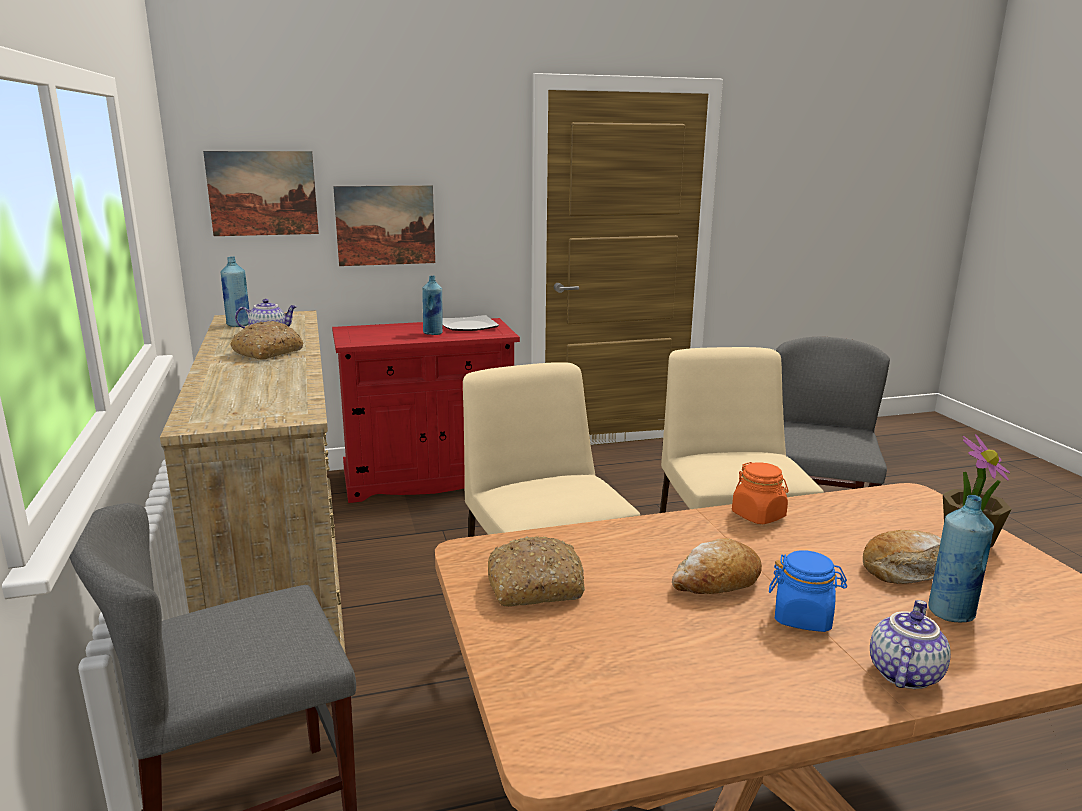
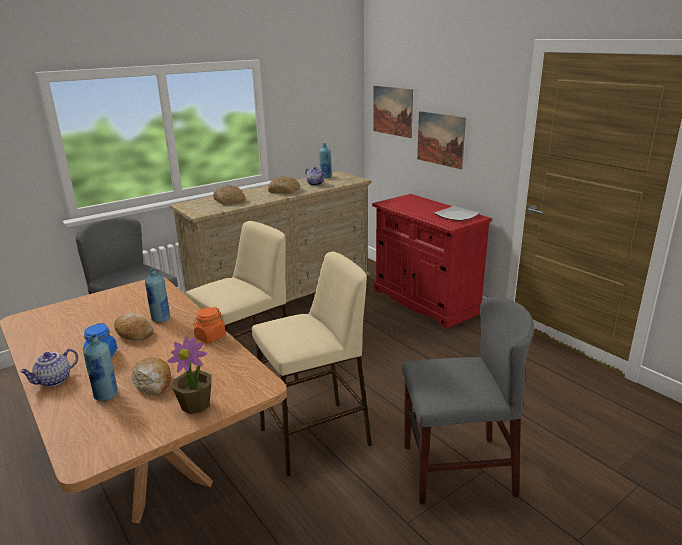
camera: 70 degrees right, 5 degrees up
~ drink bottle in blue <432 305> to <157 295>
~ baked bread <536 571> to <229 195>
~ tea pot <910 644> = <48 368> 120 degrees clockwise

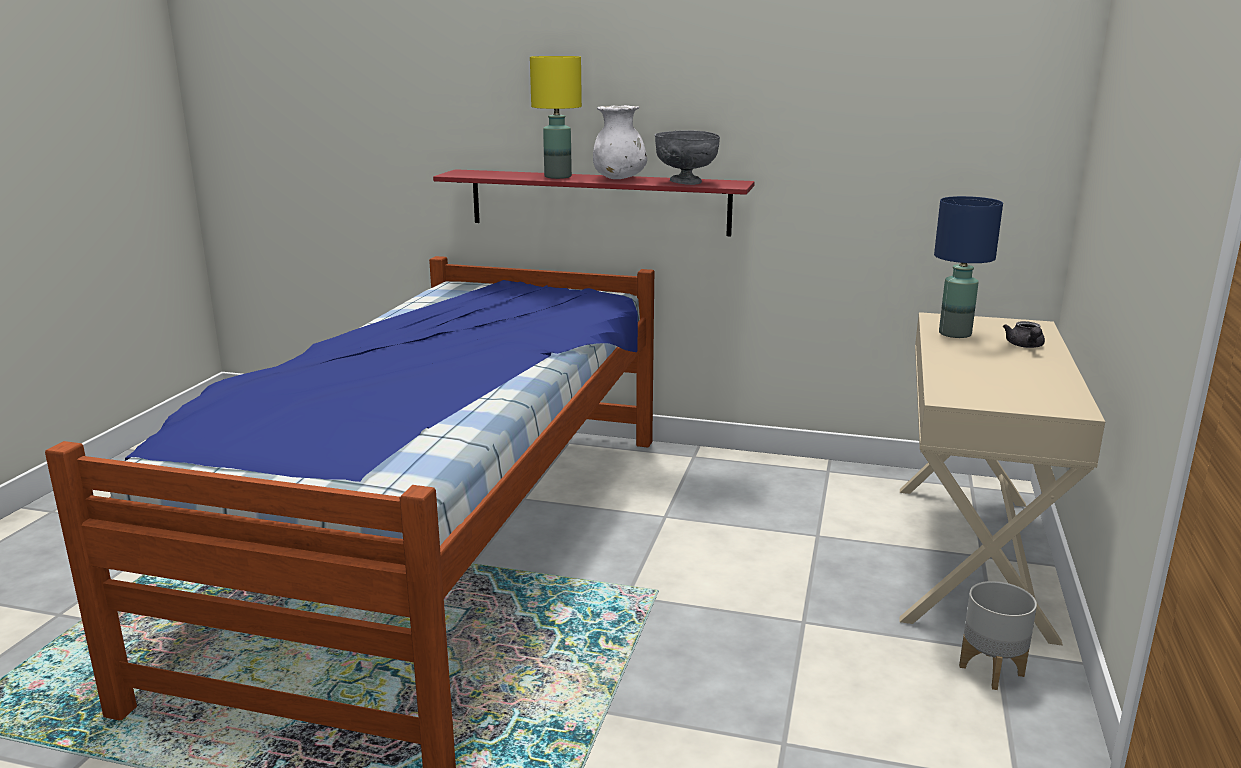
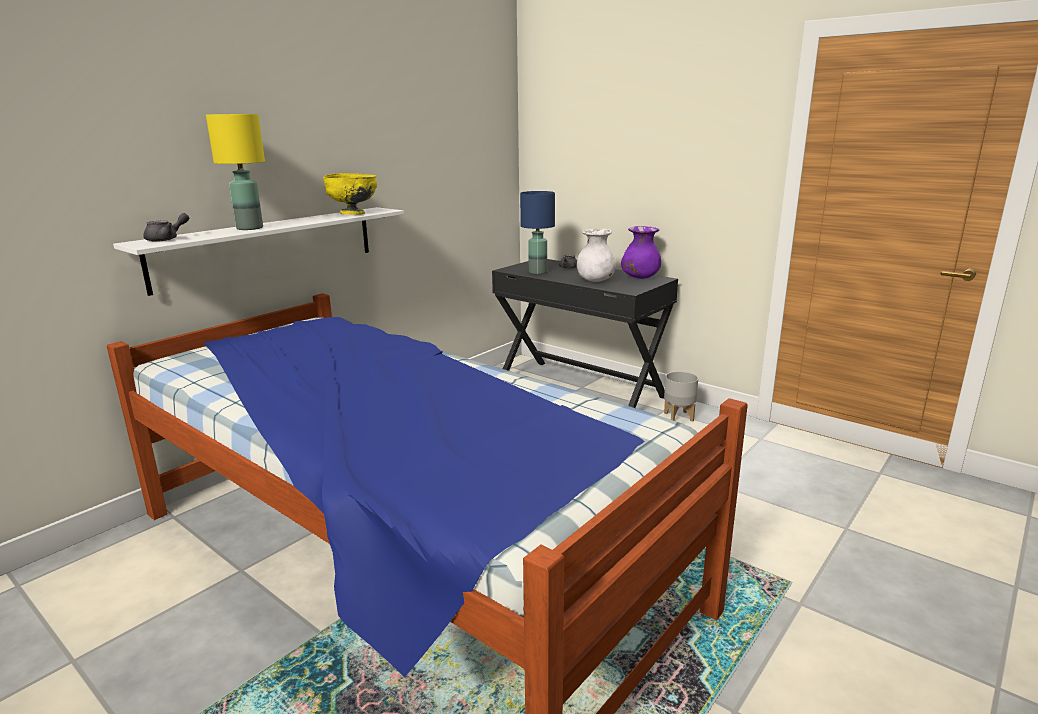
camera: 65 degrees left, 0 degrees up
+ tea pot in grey <166 227>
+ flower vase in purple-coloured <641 252>
~ flower vase in white <620 142> to <596 255>
~ shelf in red-coloured <594 203> to shelf in white <258 251>
~ bowl in grey <687 158> to bowl in yellow <350 194>
~ desk unit in beige <1002 479> to desk unit in black-coloured <585 333>

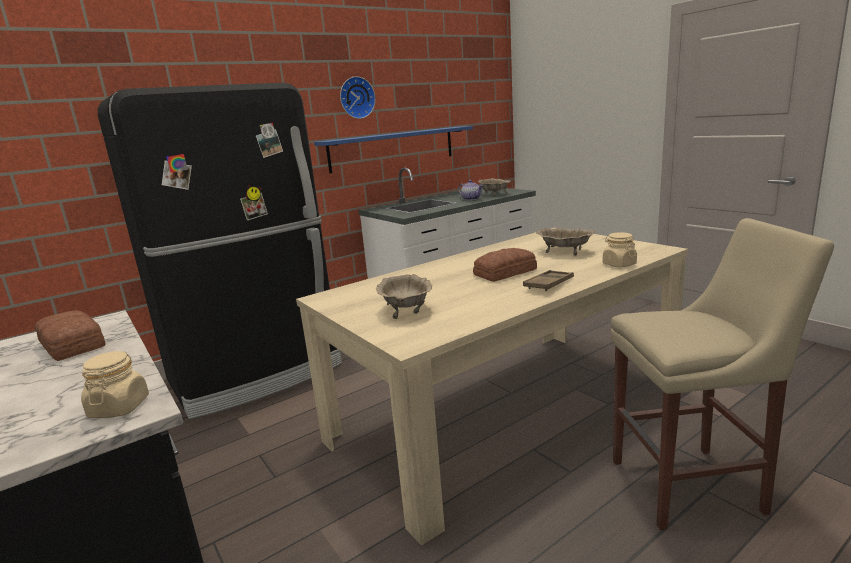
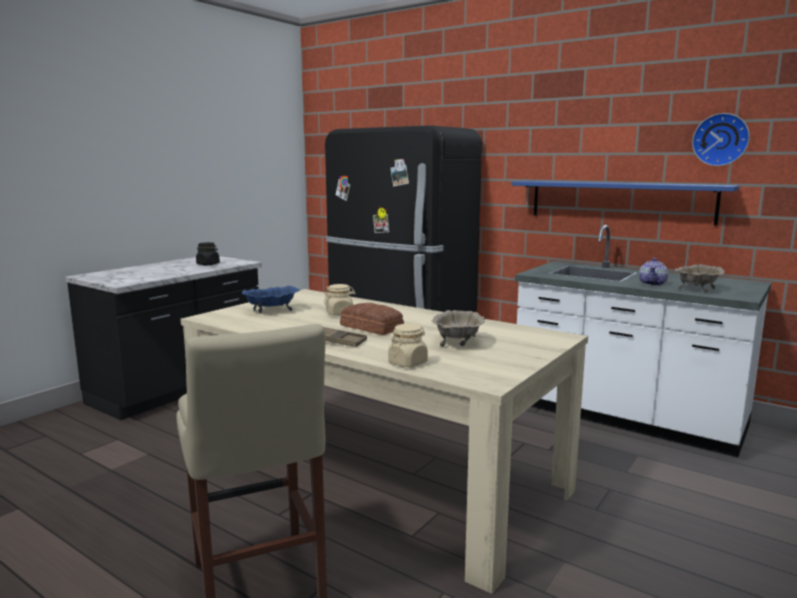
camera: 70 degrees right, 5 degrees down
~ preserve jar in beige <115 384> to <340 300>
~ wall clock <358 97> to <721 139>
~ baked bread <70 335> to preserve jar in black-coloured <208 253>
~ bowl in beige <404 296> to bowl in blue <270 299>

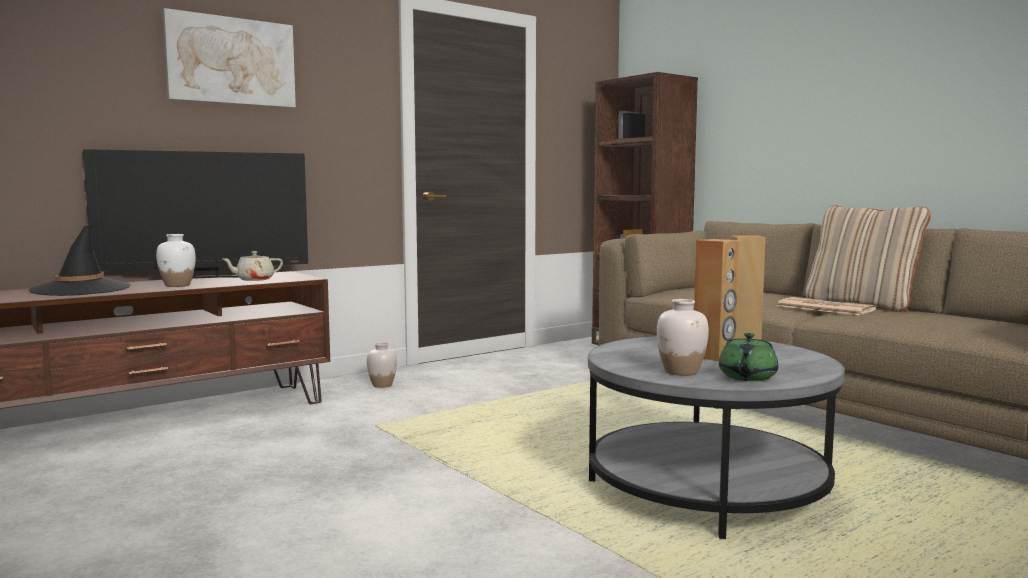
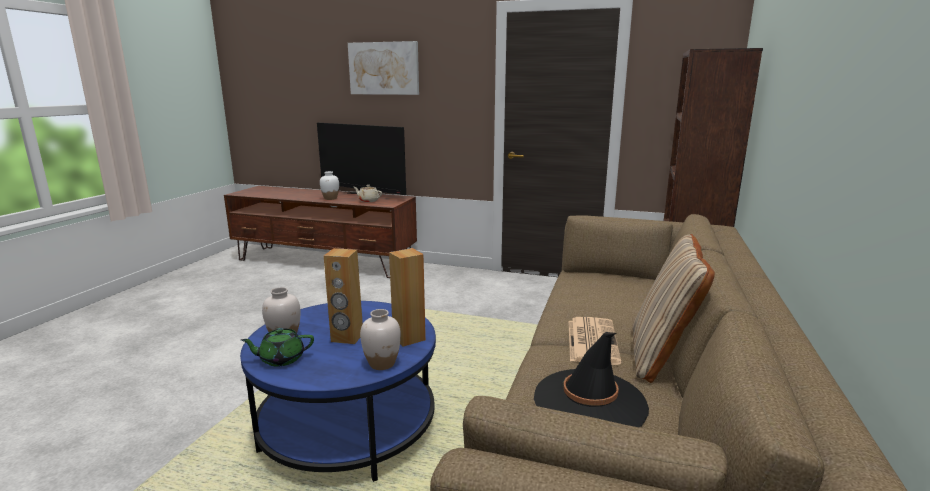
camera: 55 degrees right, 10 degrees up
~ hat in black-coloured <79 259> to <591 379>
~ flower vase in white <382 365> to <380 339>
~ lounge table in grey <716 437> to lounge table in blue <338 391>

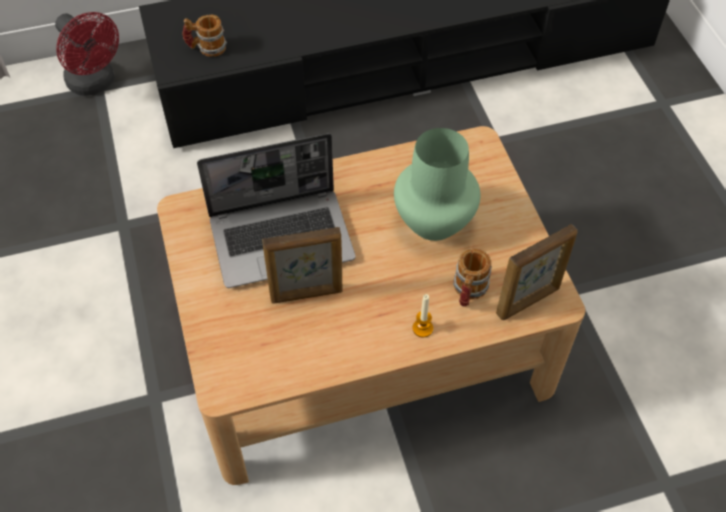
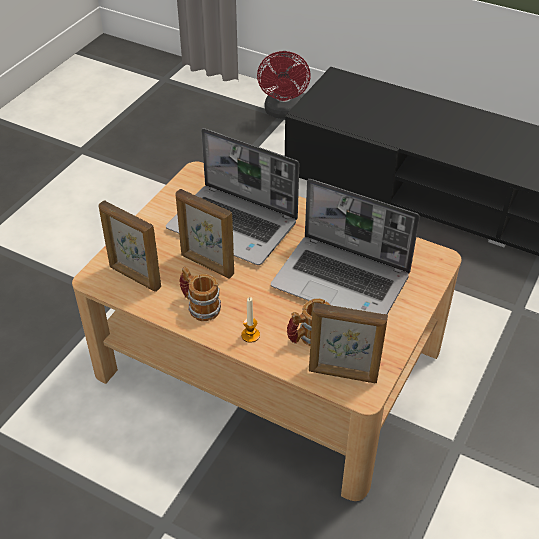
camera: 45 degrees right, 10 degrees down
+ standing frame <130 246>
~ mug <204 36> to <200 294>
~ flower vase in green-coloured <437 184> to portable computer <345 247>

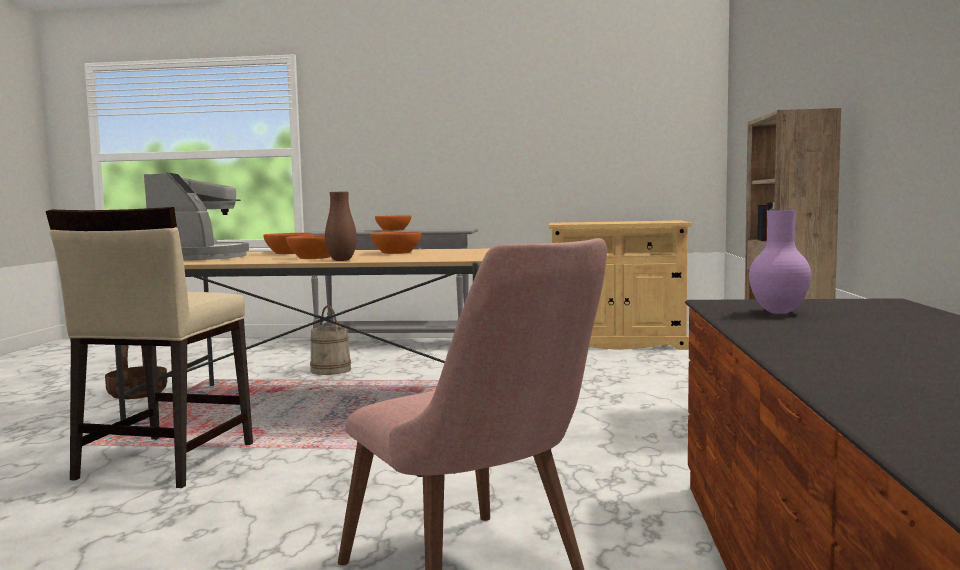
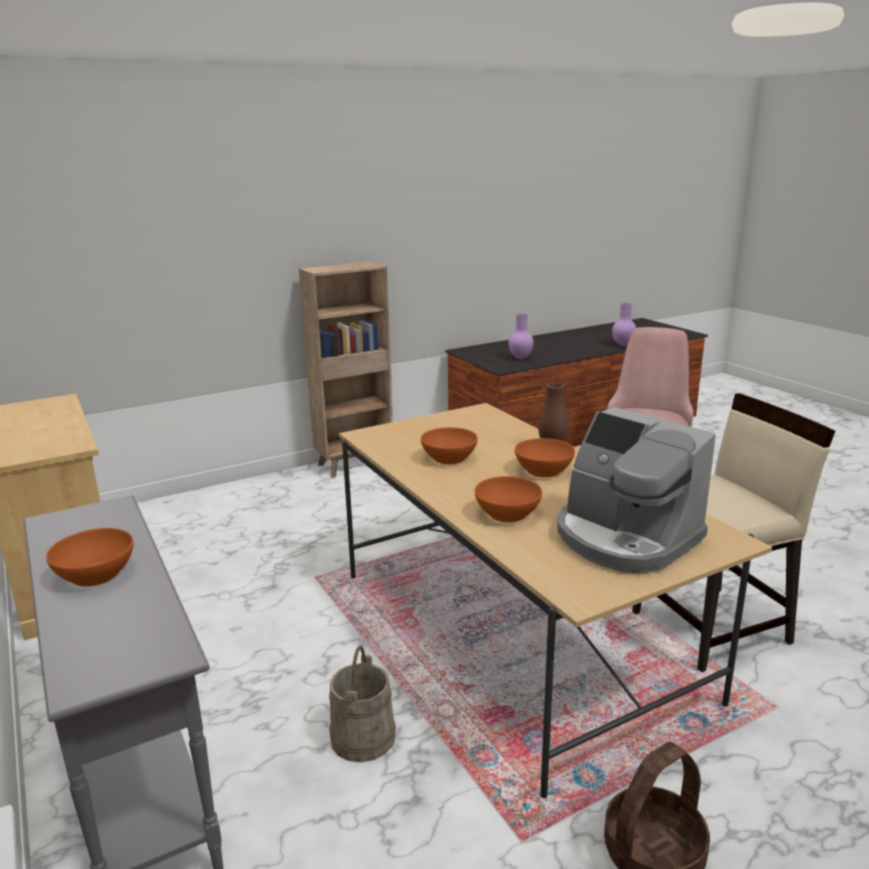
camera: 125 degrees left, 15 degrees up
+ flower vase in purple-coloured <624 324>
~ coffee machine <196 217> = <636 490> 90 degrees counterclockwise

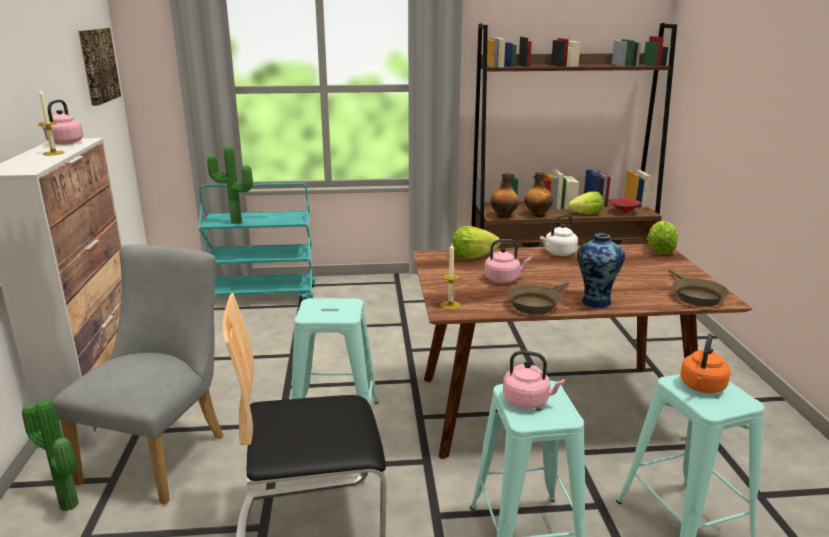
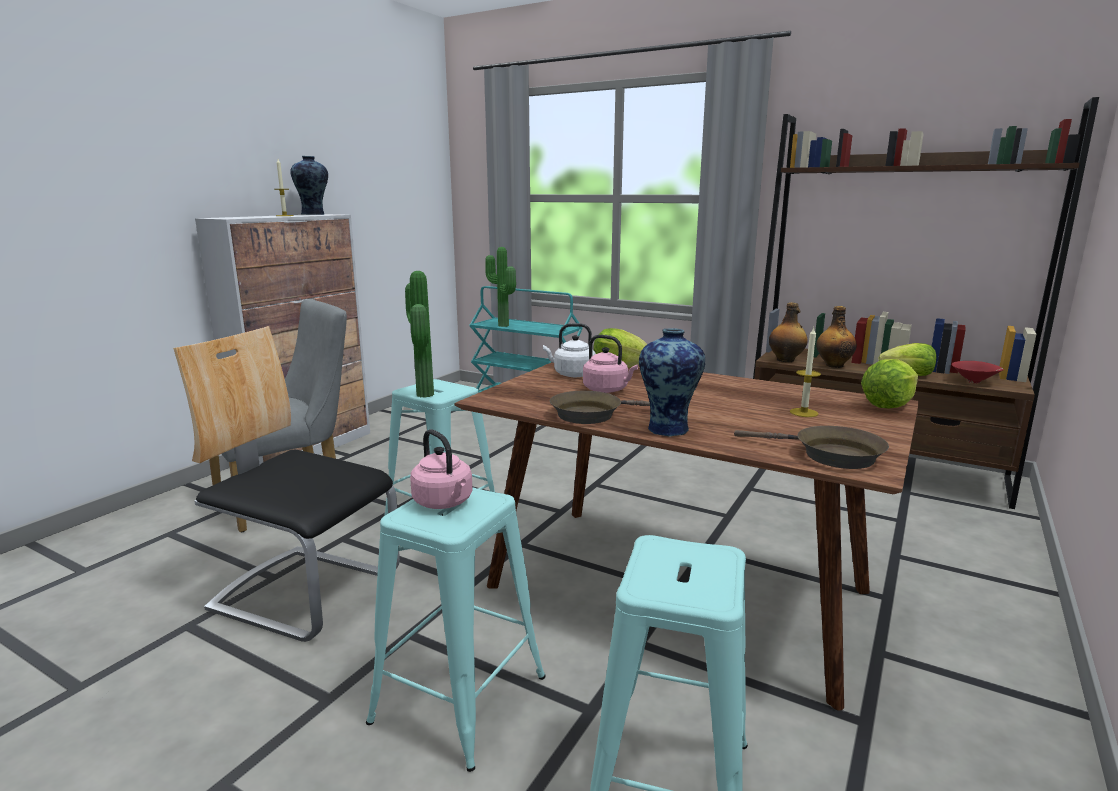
camera: 35 degrees right, 5 degrees down
- wall art <99 67>
- kettle in orange <705 363>
~ potted plant <50 455> to <419 334>
~ wax light <450 277> to <805 372>
~ kettle in white <559 235> to <569 350>
~ kettle in pinkish <61 122> to flower vase <309 185>
~ skillet in brown <698 288> = <811 447> 90 degrees counterclockwise

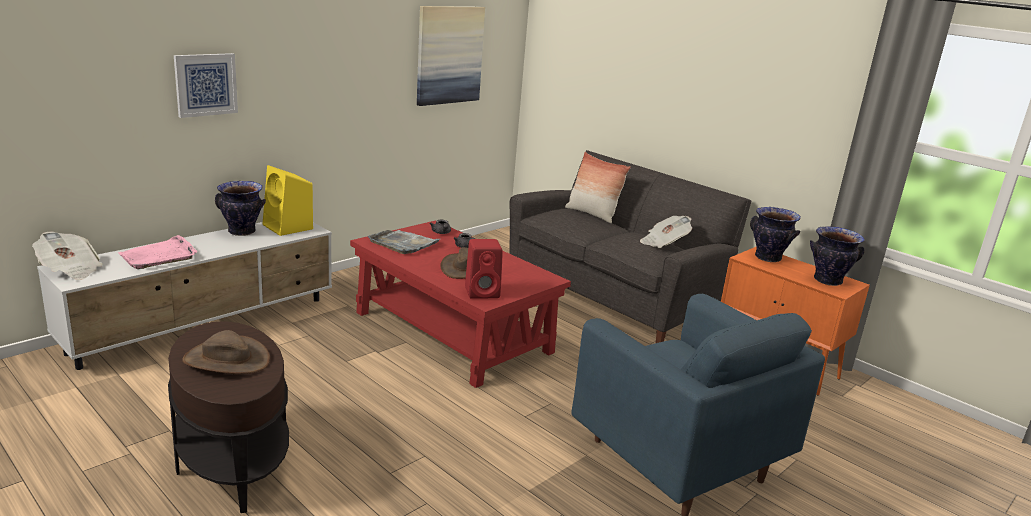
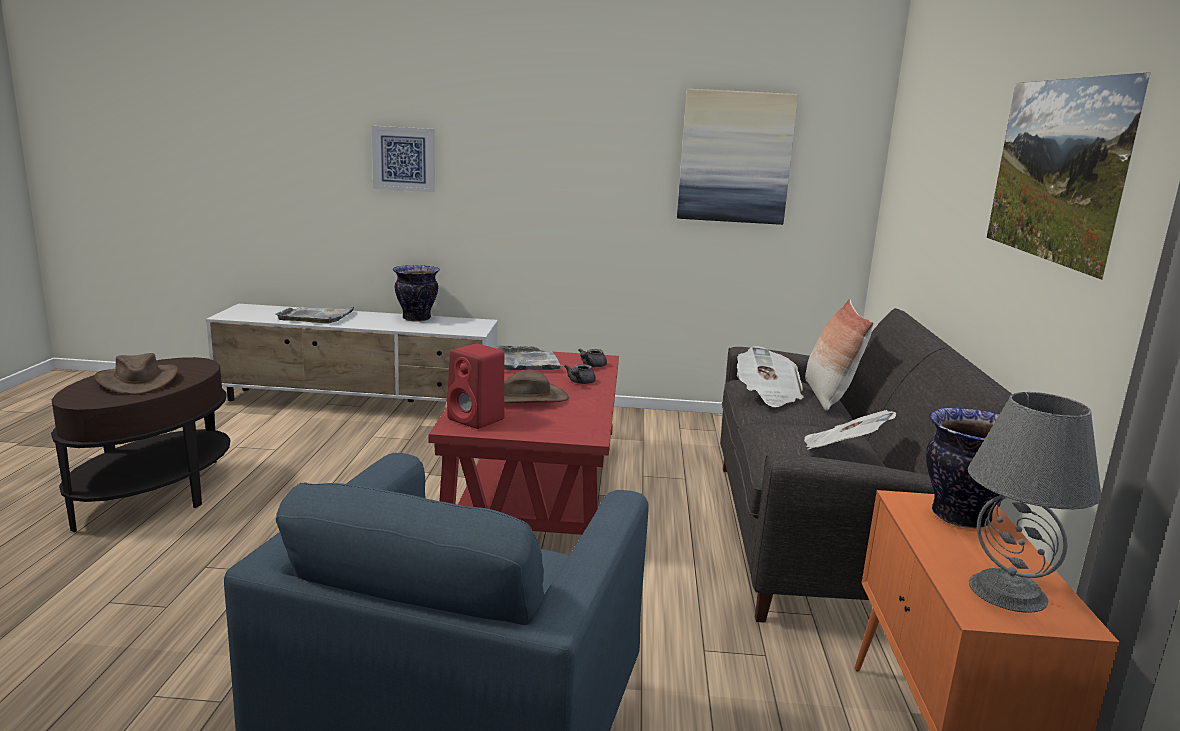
camera: 50 degrees right, 5 degrees down
- audio speaker in yellow <287 200>
+ wall art <1069 176>
~ newspaper <67 255> to <770 376>
~ flower vase <837 256> to tabletop lamp in grey <1034 502>
~ carrying tray in pinkish <158 252> to carrying tray in grey <316 314>

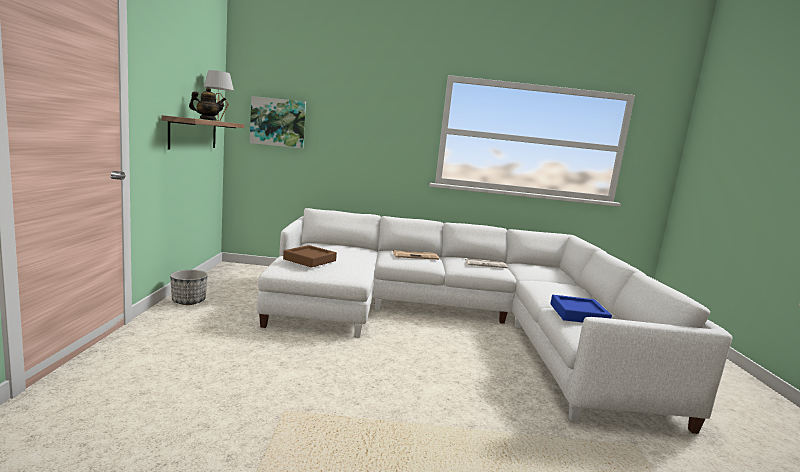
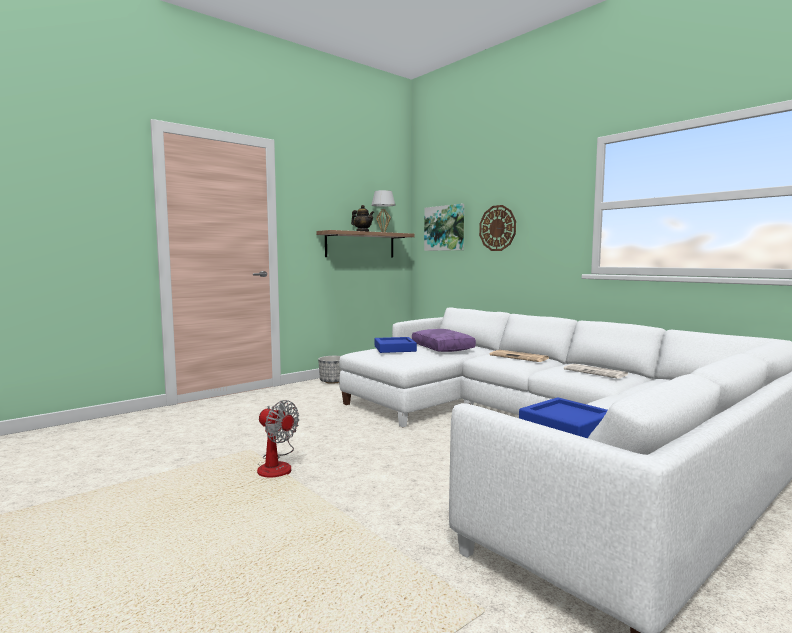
camera: 50 degrees right, 5 degrees down
+ electric fan <278 438>
+ pillow in purple-coloured <444 340>
+ wall clock <497 228>
~ carrying tray in brown <310 256> to carrying tray in blue <396 345>

